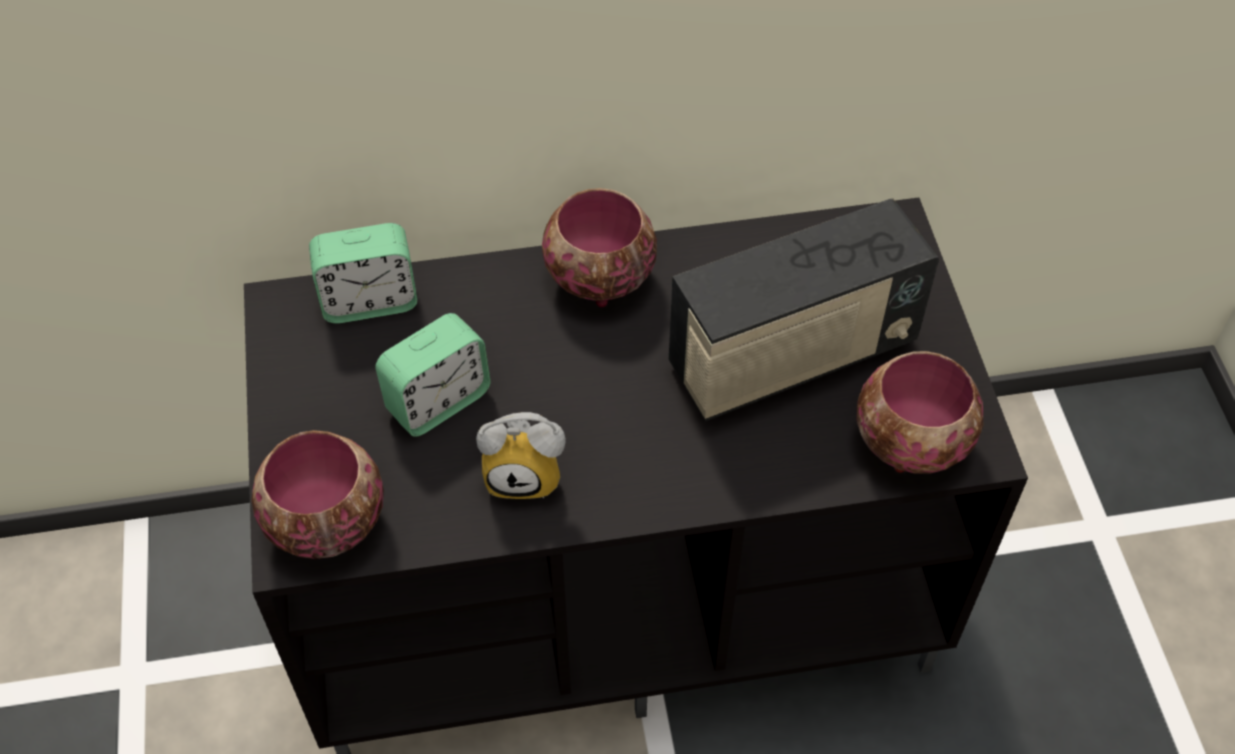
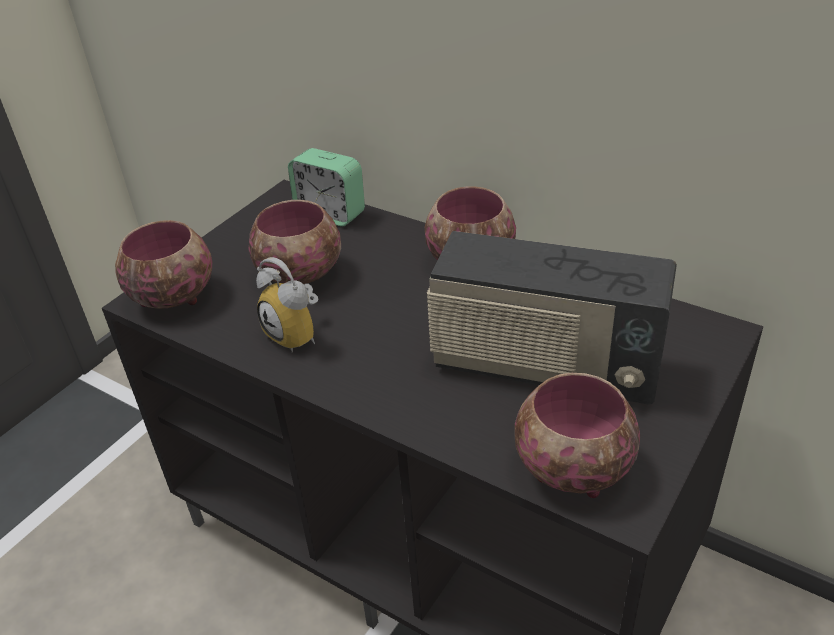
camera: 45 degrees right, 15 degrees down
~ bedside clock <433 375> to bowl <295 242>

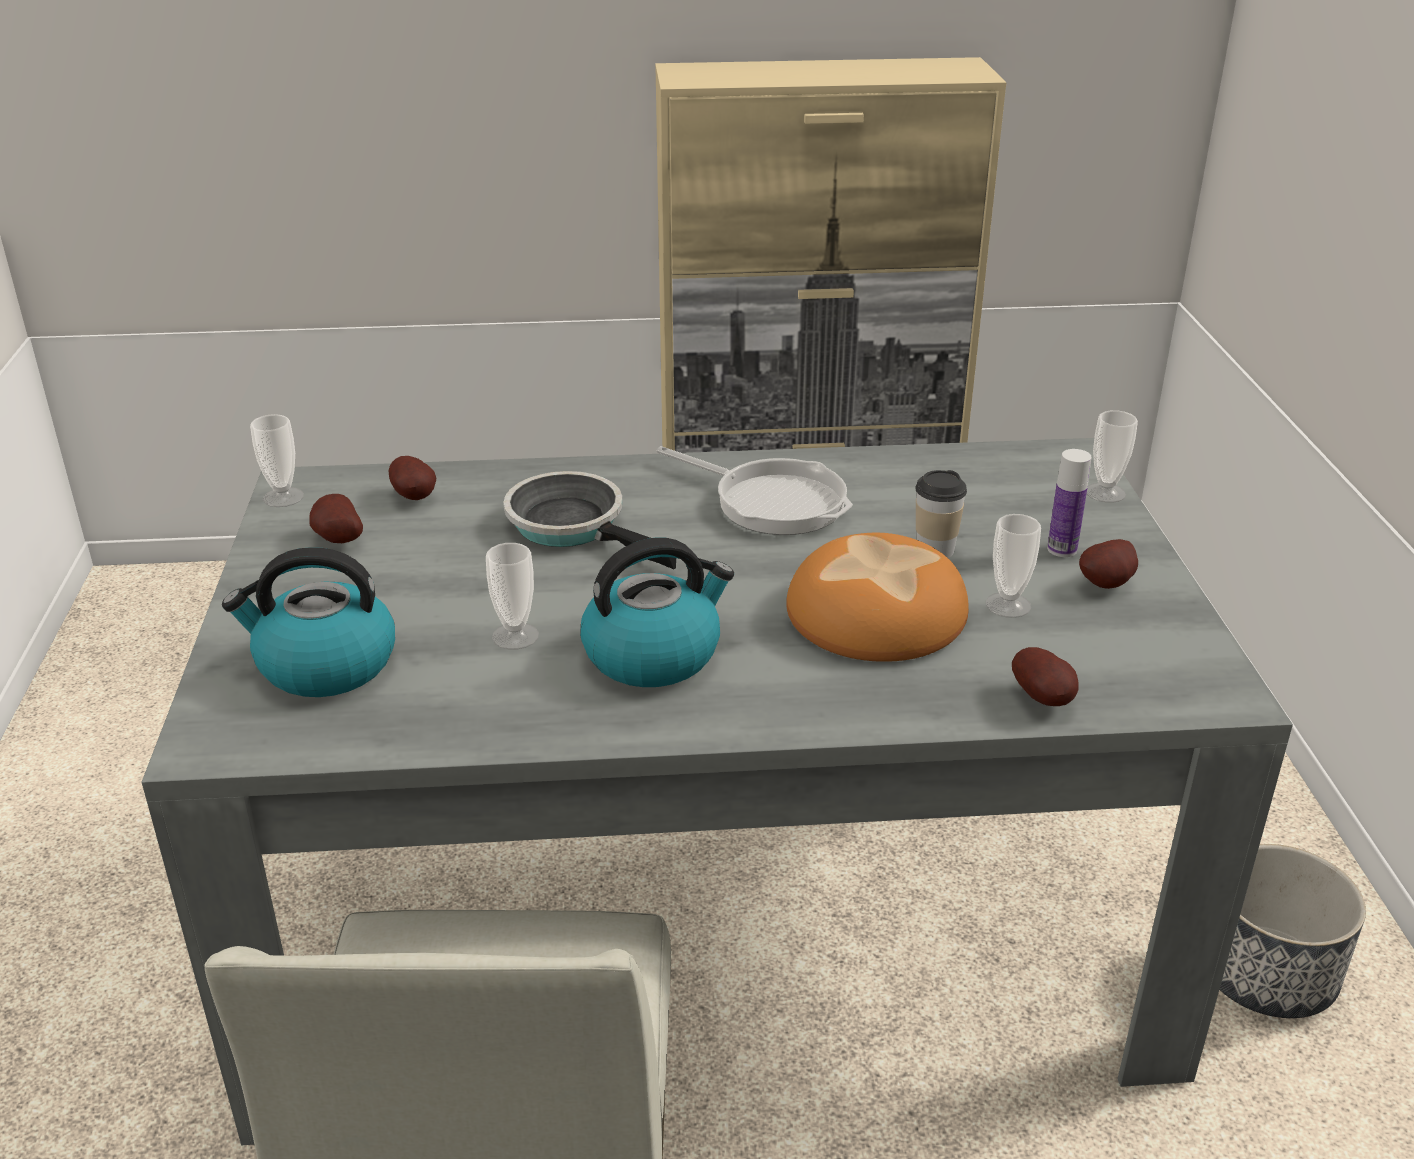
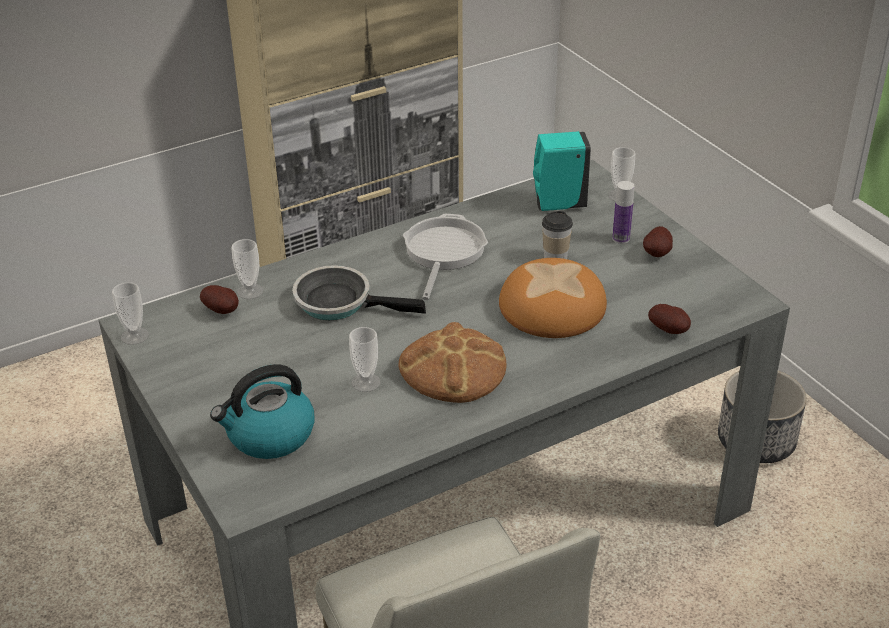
camera: 25 degrees left, 5 degrees up
- whole potato <336 518>
+ soap bottle in turquoise-coloured <562 171>
~ drinking cup <1013 566> to <247 269>
~ kettle <657 612> to baked bread <452 362>
~ skillet <755 490> = <445 257> 90 degrees counterclockwise

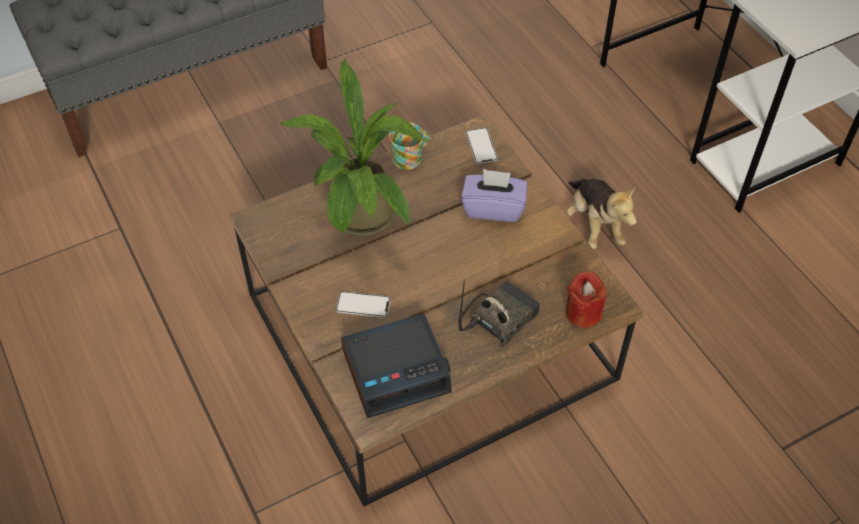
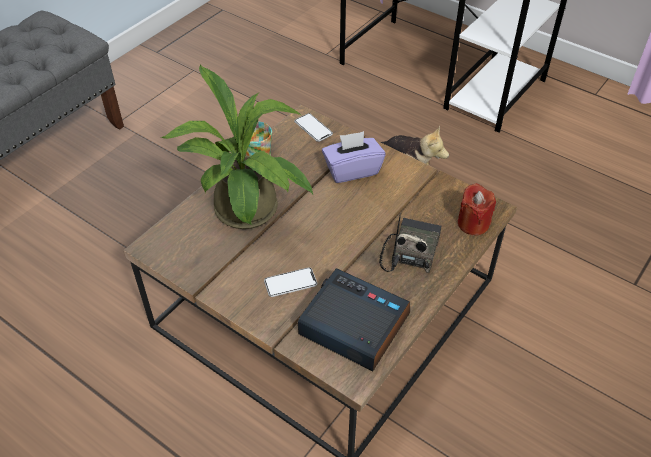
camera: 25 degrees left, 5 degrees down
~ bedside clock <396 365> = <354 319> 105 degrees counterclockwise

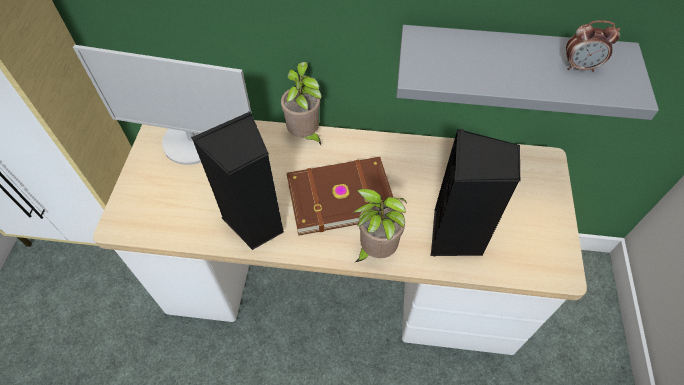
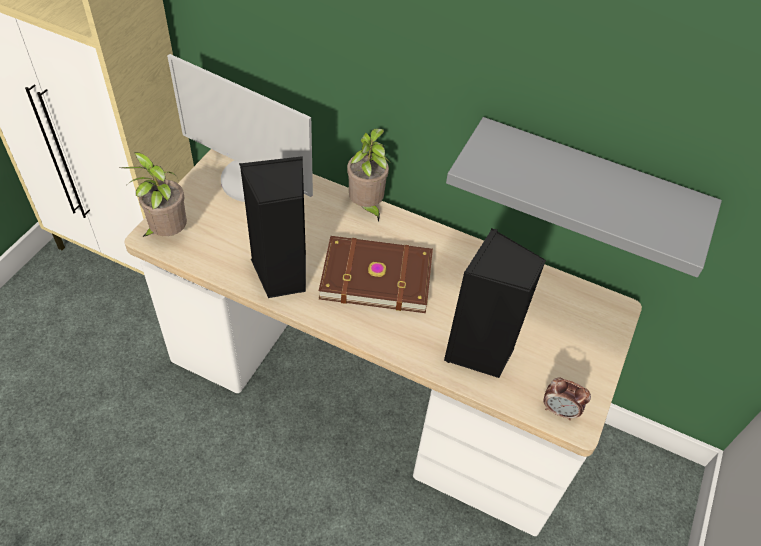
camera: 15 degrees right, 5 degrees down
~ potted plant <380 225> to <154 194>
~ bedside clock <593 46> to <567 399>

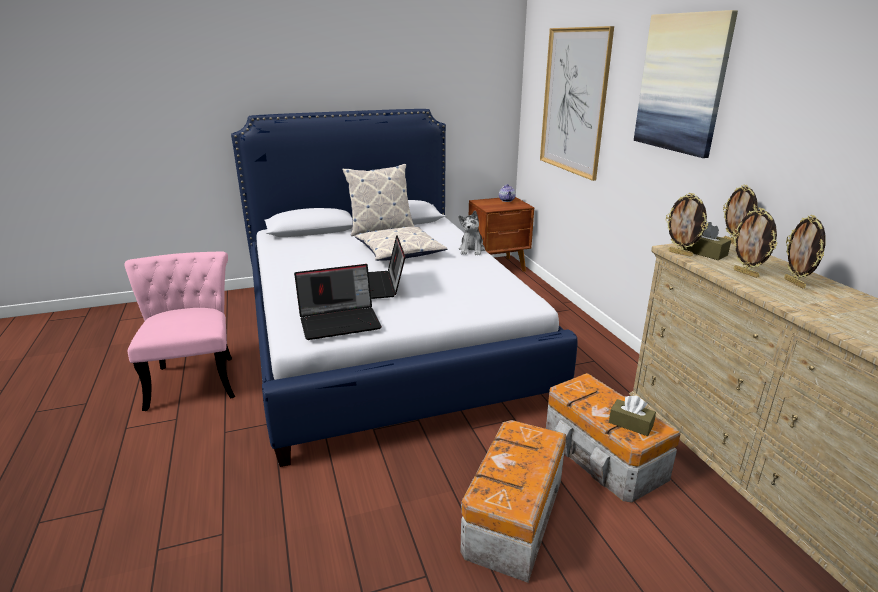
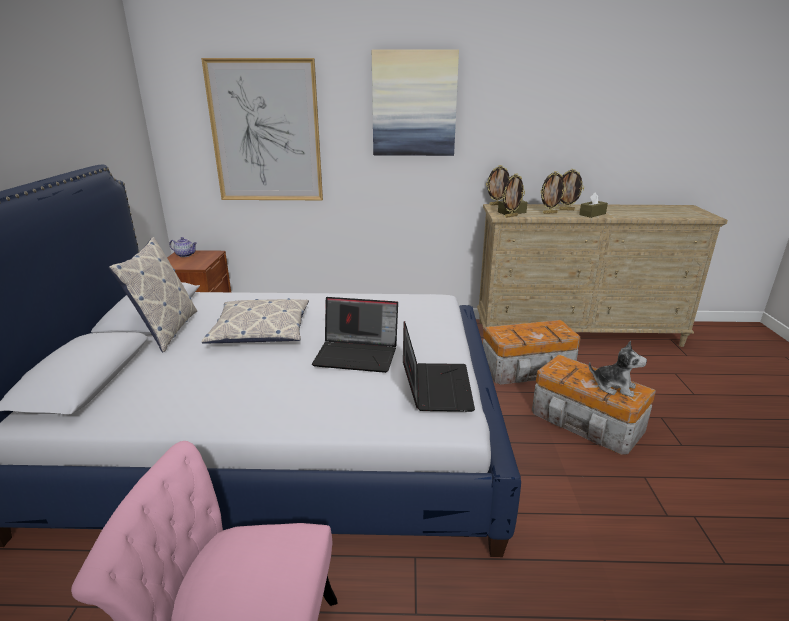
camera: 70 degrees left, 0 degrees up
~ plush toy <471 233> to <618 369>
~ tissue holder in brown <632 415> to <593 205>

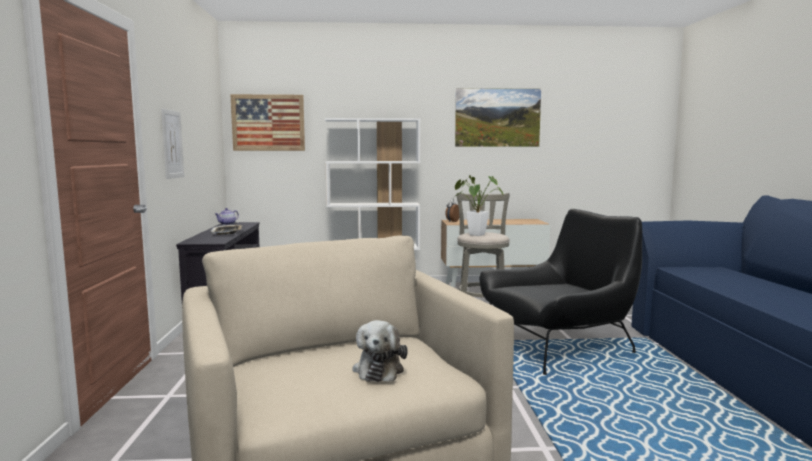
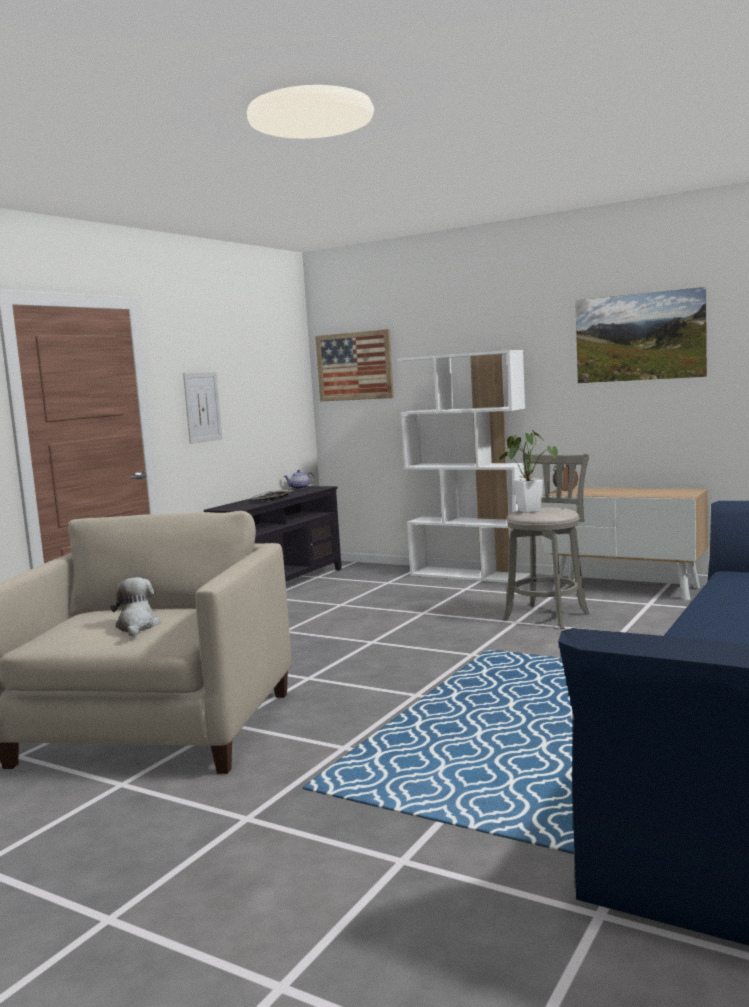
camera: 35 degrees right, 0 degrees up
- easy chair in black-coloured <561 292>
~ plush toy <380 351> = <135 606> 135 degrees clockwise

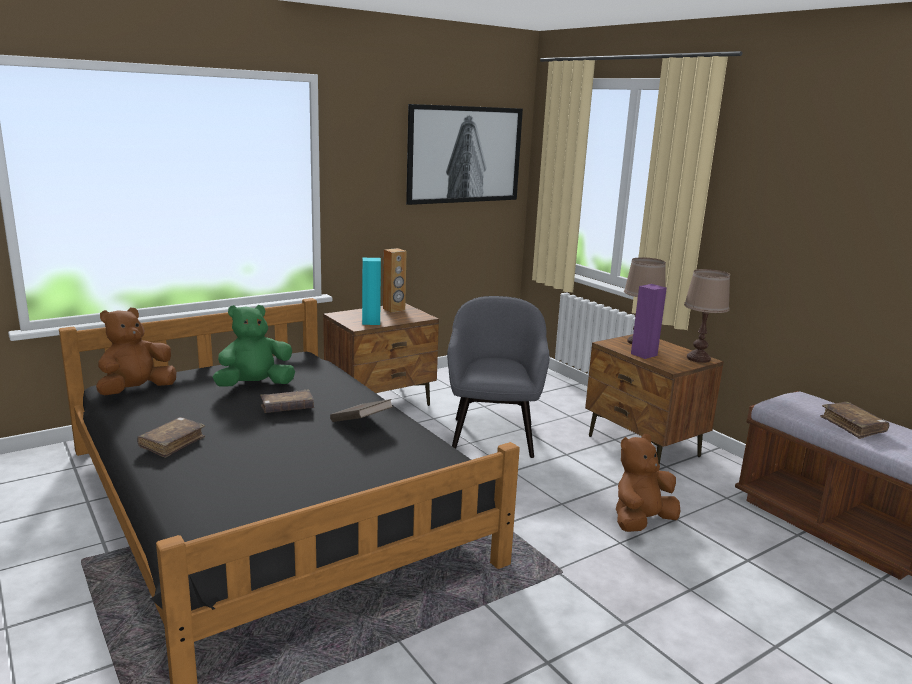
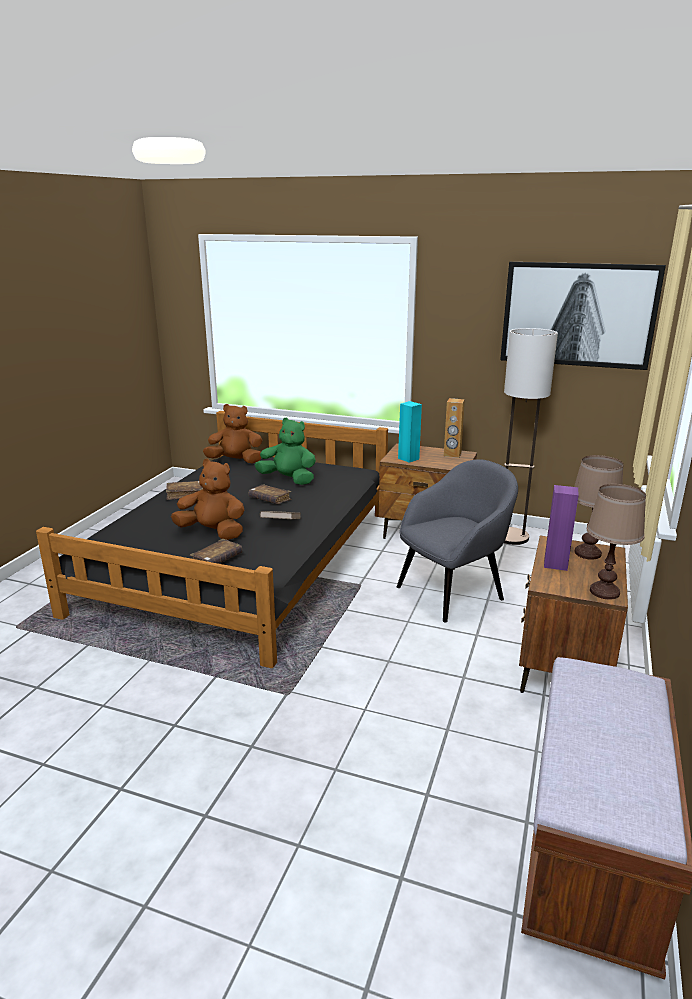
camera: 55 degrees right, 5 degrees up
+ floor lamp <531 436>
~ plush toy in brown <648 483> to <207 499>
~ volume in brown <854 420> to <216 551>

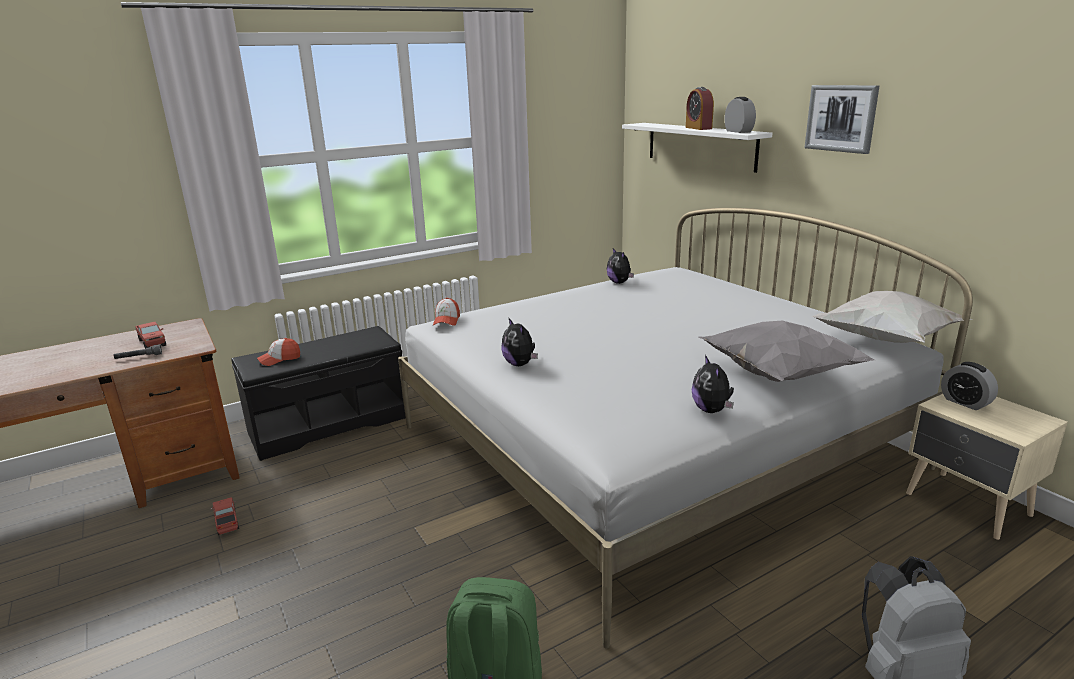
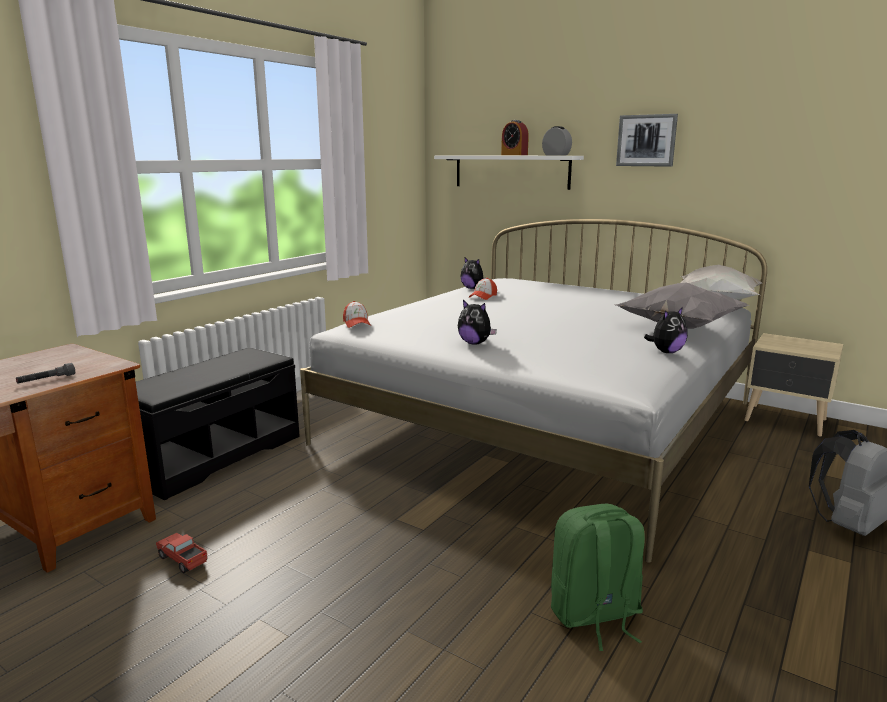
camera: 25 degrees left, 5 degrees down
- toy lorry <150 335>
- bedside clock <969 386>
~ cap <278 352> to <483 289>
~ plush toy <713 384> = <666 330> 90 degrees counterclockwise

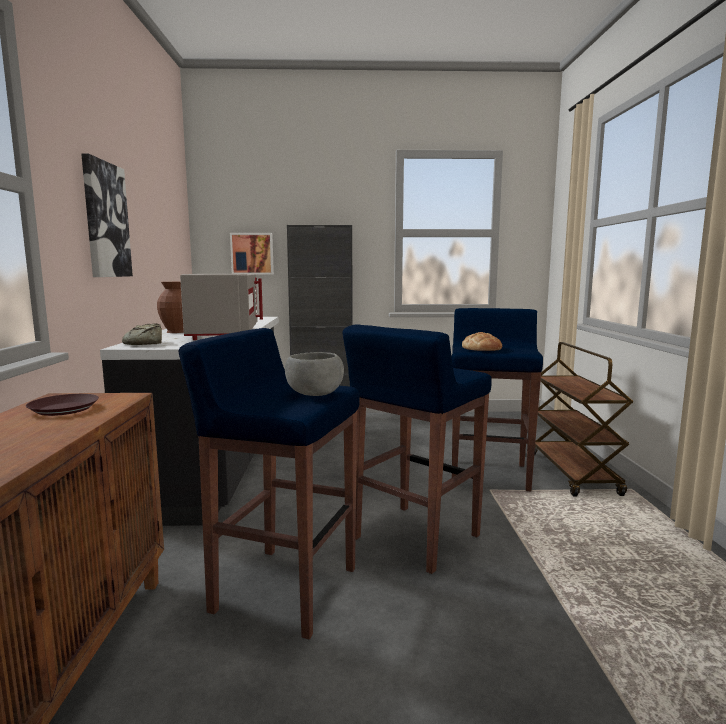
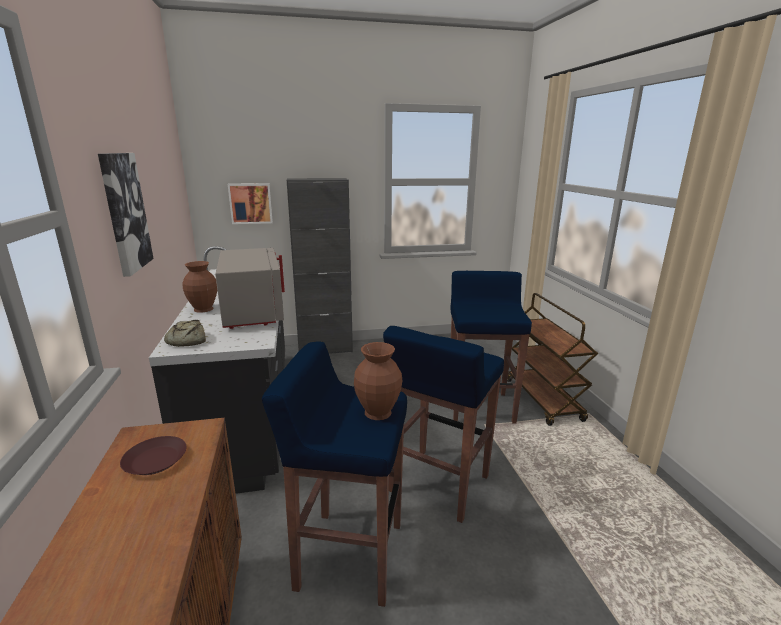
camera: 10 degrees left, 10 degrees up
- baked bread <482 341>
~ bowl in grey <314 374> to flower vase in brown <378 381>

